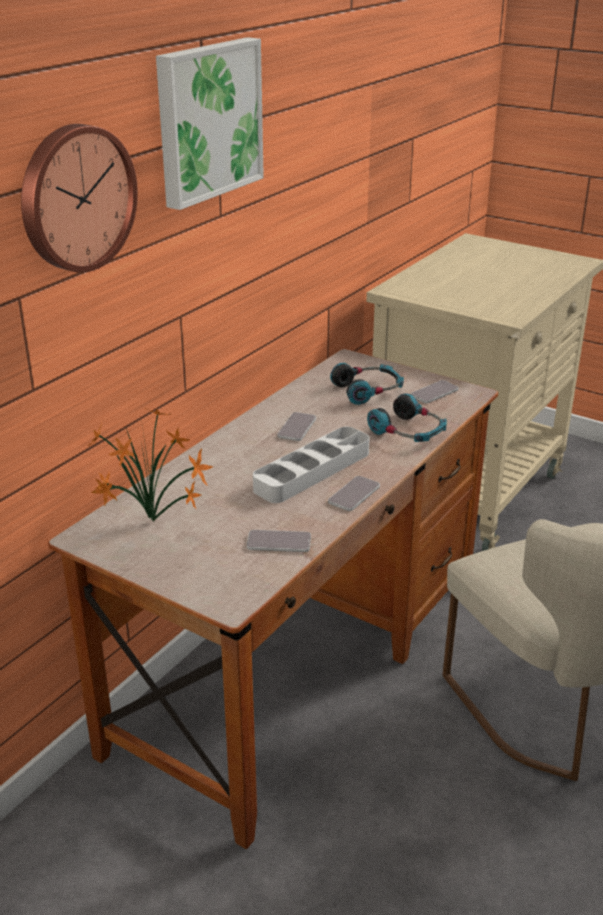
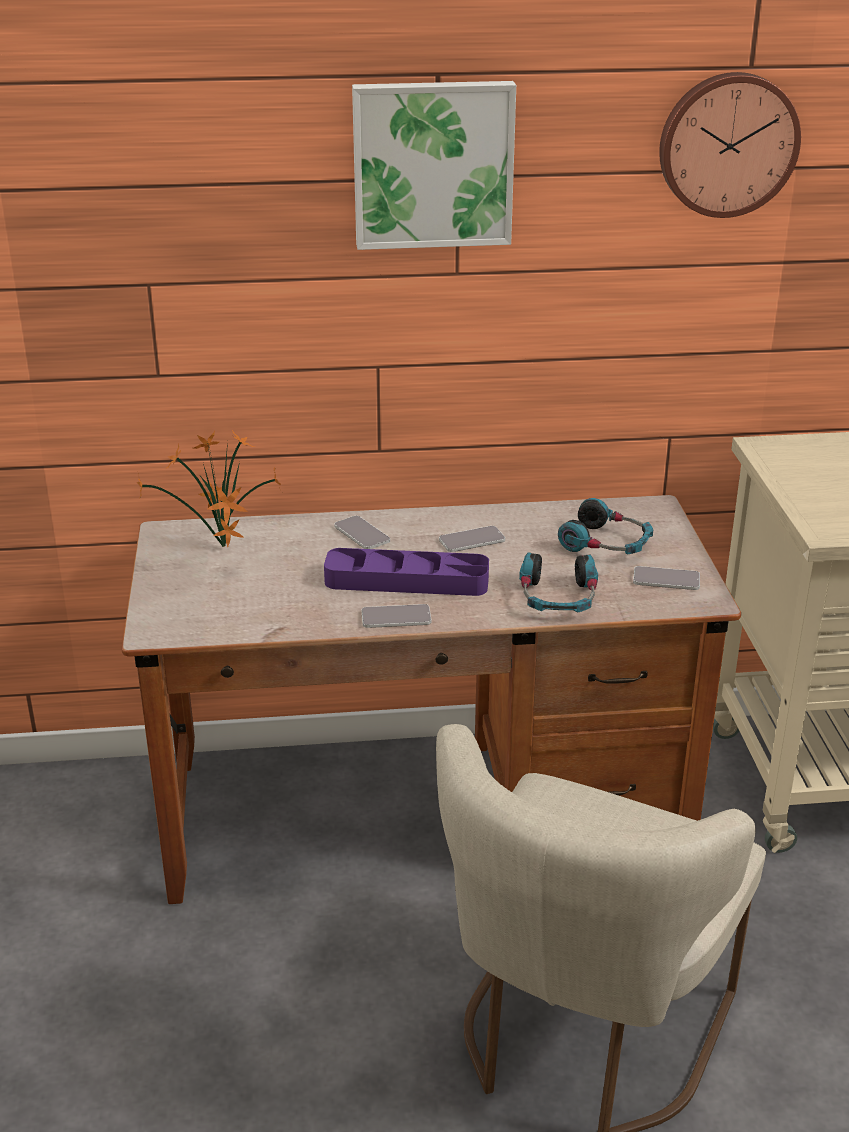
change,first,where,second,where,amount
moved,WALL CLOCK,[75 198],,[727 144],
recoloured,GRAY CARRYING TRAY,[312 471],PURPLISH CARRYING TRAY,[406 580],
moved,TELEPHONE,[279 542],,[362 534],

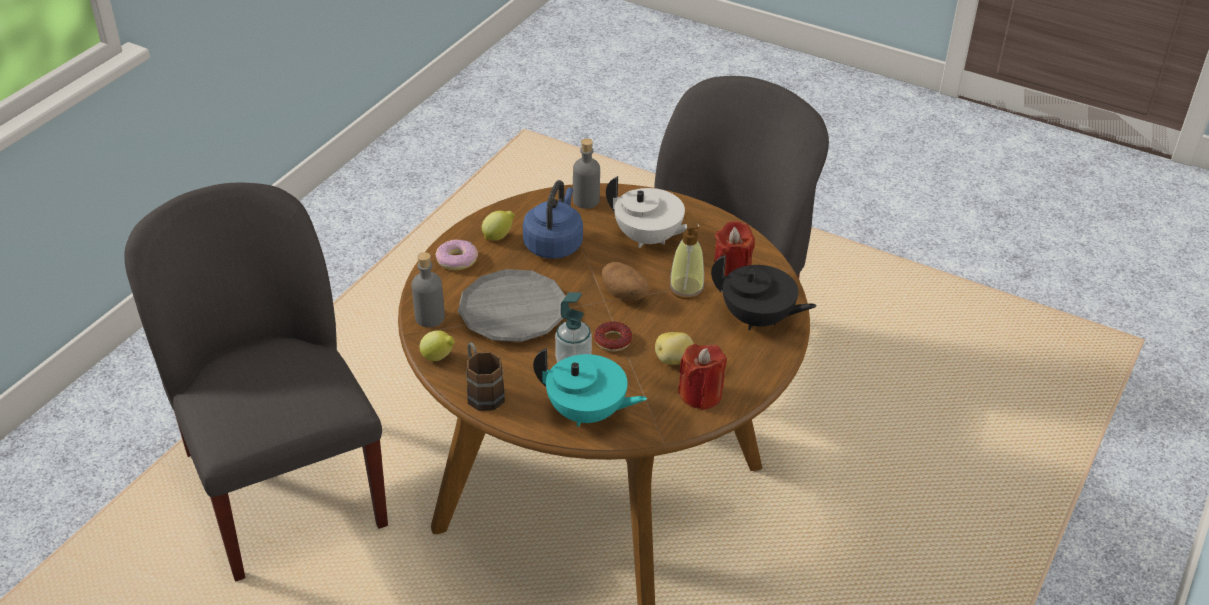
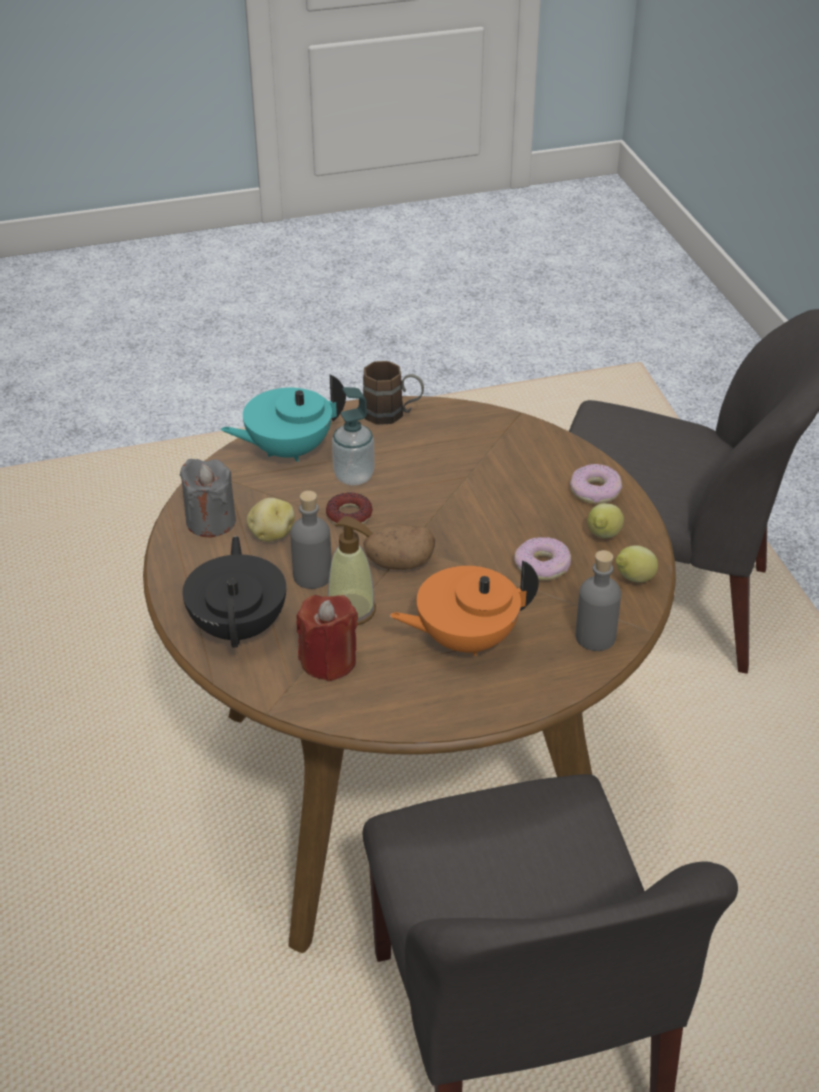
change,first,where,second,where,amount
recoloured,WHITE-COLOURED TEA POT,[649 239],ORANGE-COLOURED TEA POT,[465 639],
replaced,BLUISH TEA KETTLE,[554 244],DONUT,[542 566],
moved,GRAY BEVERAGE BOTTLE,[429 317],,[312 576],
turned,BLACK-COLOURED TEA POT,[757 319],,[239 626],105 degrees clockwise
removed,GRAY DINNER PLATE,[513 312],,,
moved,WHOLE LEMON,[438 358],,[633 580],
recoloured,RED CANDLE,[700 394],GRAY CANDLE,[211 521],

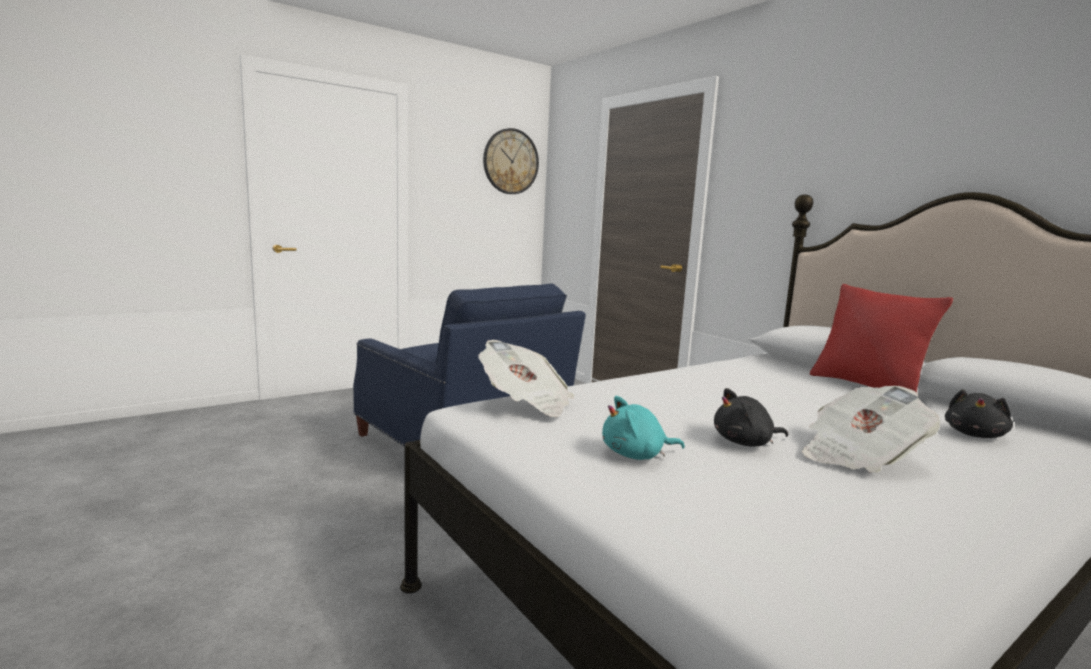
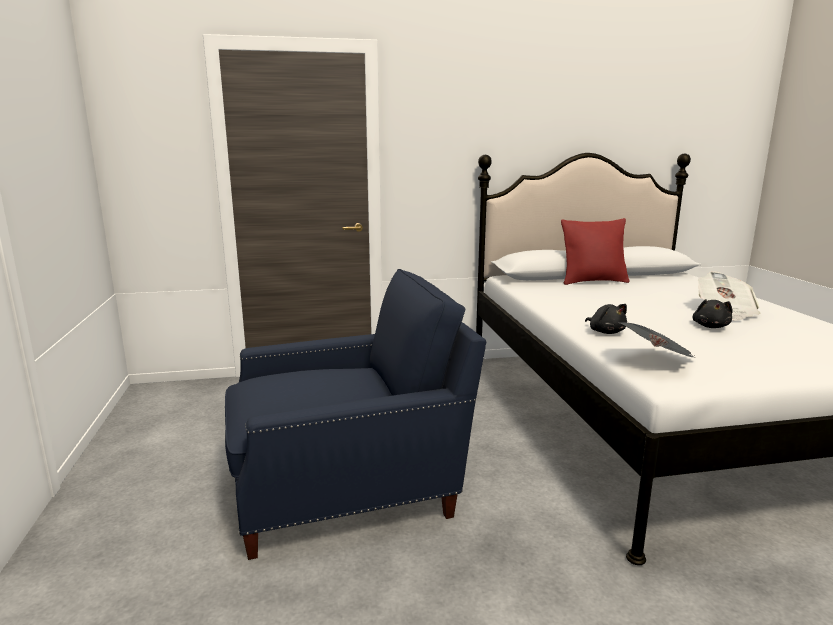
change,first,where,second,where,amount
removed,WALL CLOCK,[510 161],,,
moved,BLACK-COLOURED CUDDLY TOY,[975 435],,[606 332],
removed,BLUE-GREEN CUDDLY TOY,[636 455],,,

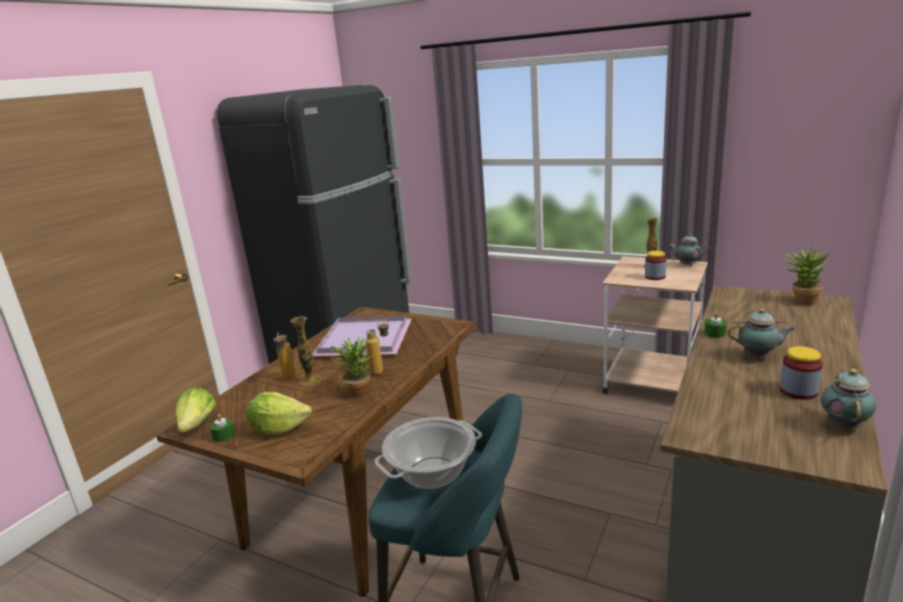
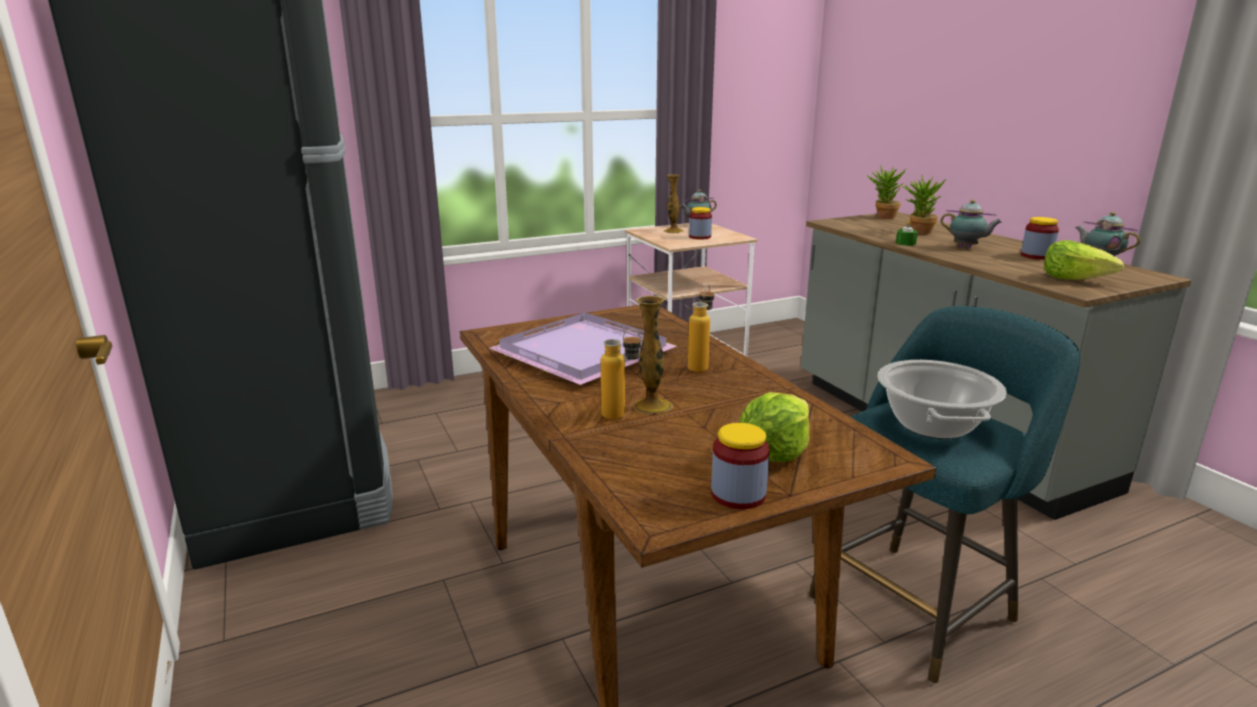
change,first,where,second,where,amount
turned,TEA POT,[758 357],,[967 247],75 degrees clockwise
moved,HOUSEPLANT,[358 390],,[917 232],
moved,LETTUCE,[198 425],,[1075 279],
replaced,GREEN CANDLE,[224 435],PRESERVE JAR,[738 494],

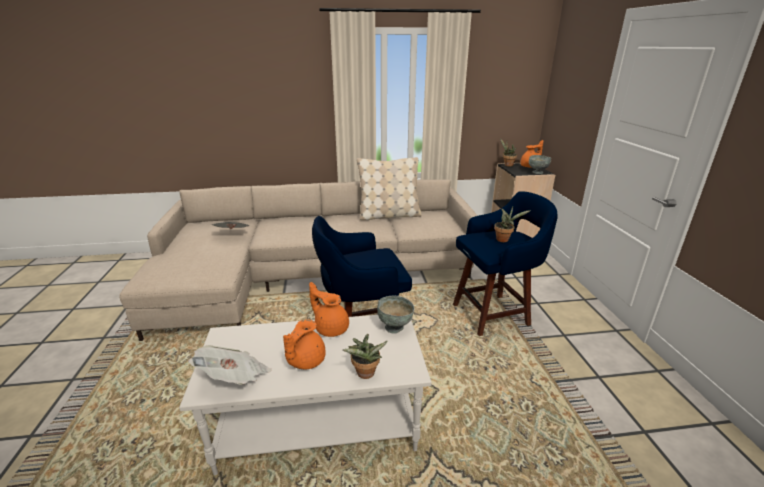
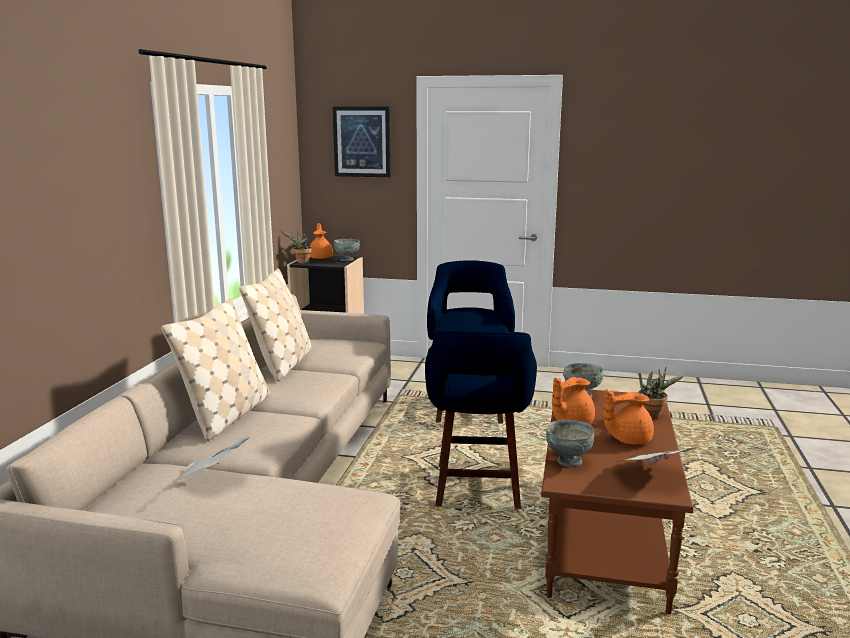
change,first,where,second,where,amount
removed,HOUSEPLANT,[504 239],,,
recoloured,WHITE-COLOURED LOUNGE TABLE,[319 422],BROWN LOUNGE TABLE,[603 536],
turned,ORANGE-COLOURED TEA POT,[305 361],,[627 439],120 degrees clockwise
added,,,WALL ART,[362 141],
added,,,BEIGE THROW PILLOW,[227 416],
added,,,GRAY BOWL,[568 461],

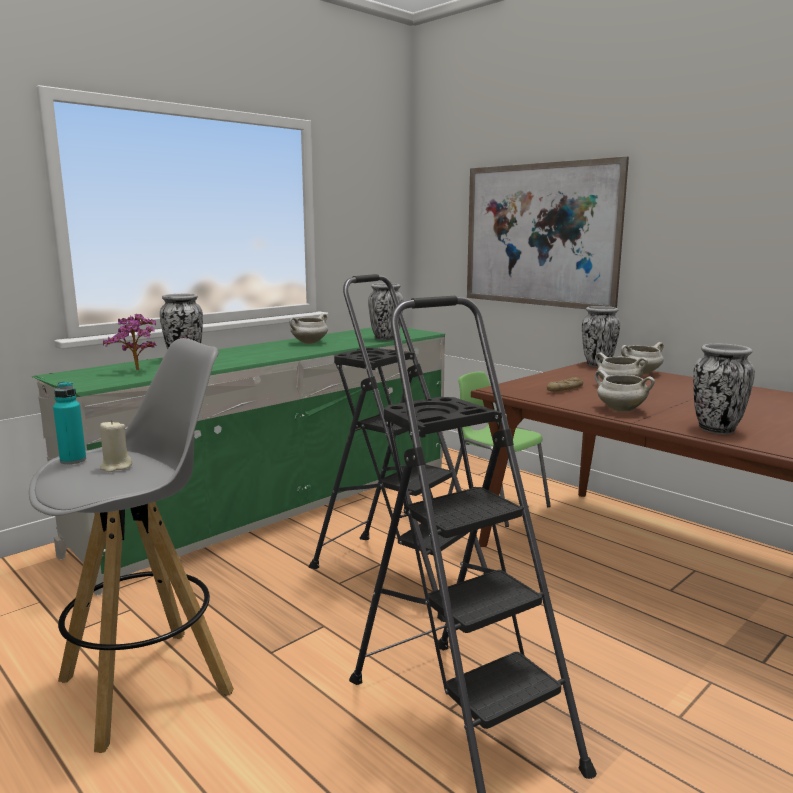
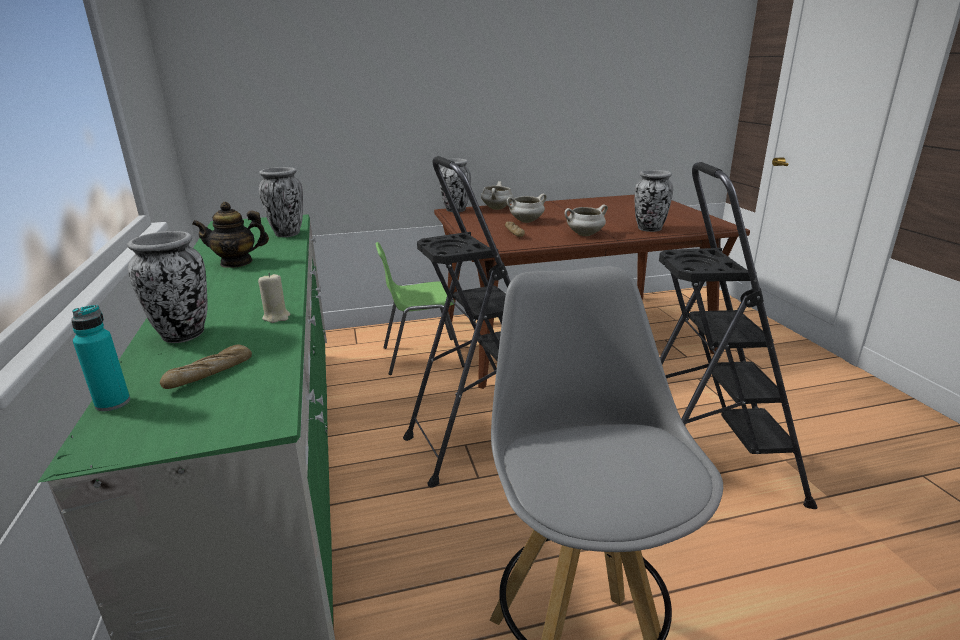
change,first,where,second,where,amount
removed,WALL ART,[539 235],,,
replaced,WHITE-COLOURED STOCKPOT,[309 343],TEA POT,[236 262],
replaced,HOUSEPLANT,[138 370],BAKERY BREAD,[210 374],
moved,BLUE-GREEN BEVERAGE BOTTLE,[73 460],,[113 403],
moved,BEIGE CANDLE,[116 467],,[276 317],

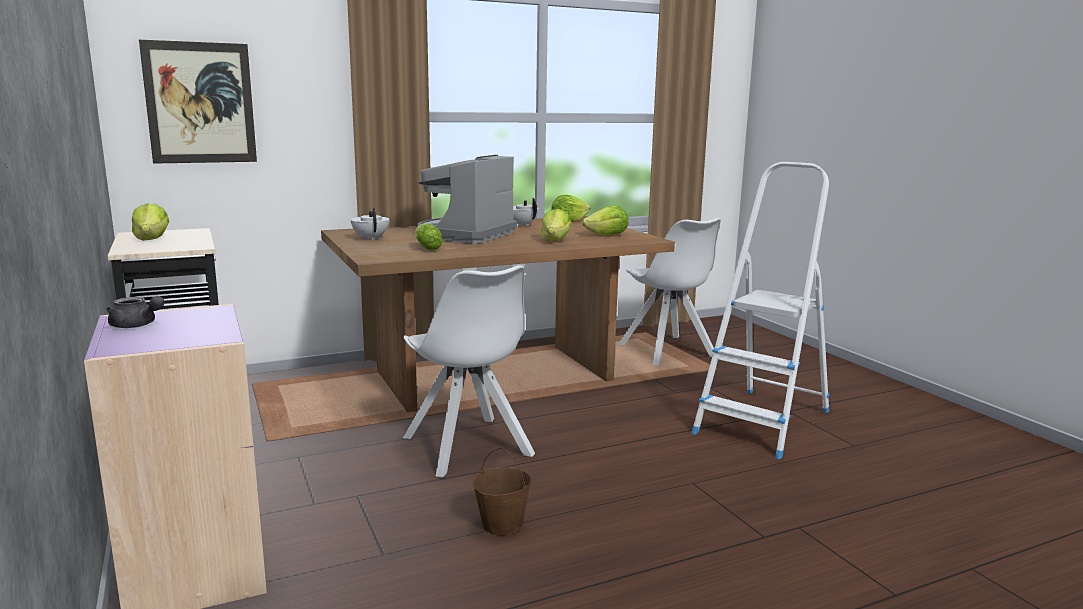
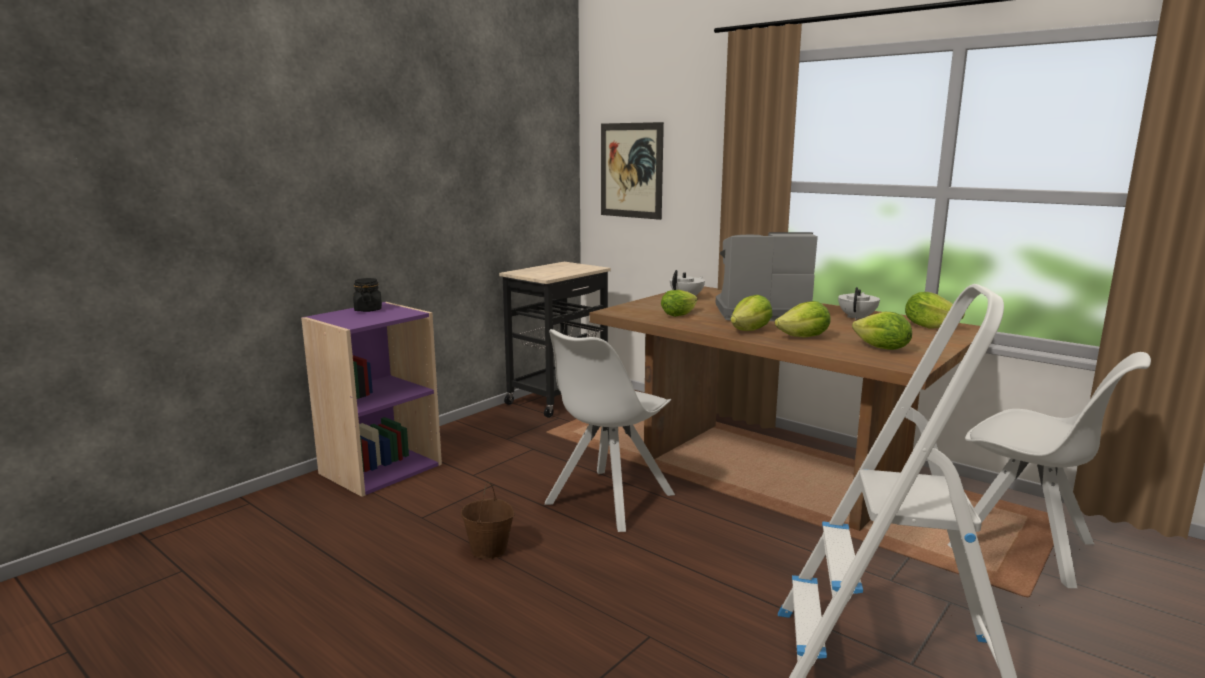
change,first,where,second,where,amount
moved,LETTUCE,[152 239],,[750 330],
turned,WHITE-COLOURED PLAIN CHAIR,[667 351],,[1024 547],90 degrees counterclockwise
replaced,GRAY TEA POT,[136 325],BLACK-COLOURED PRESERVE JAR,[368 310],

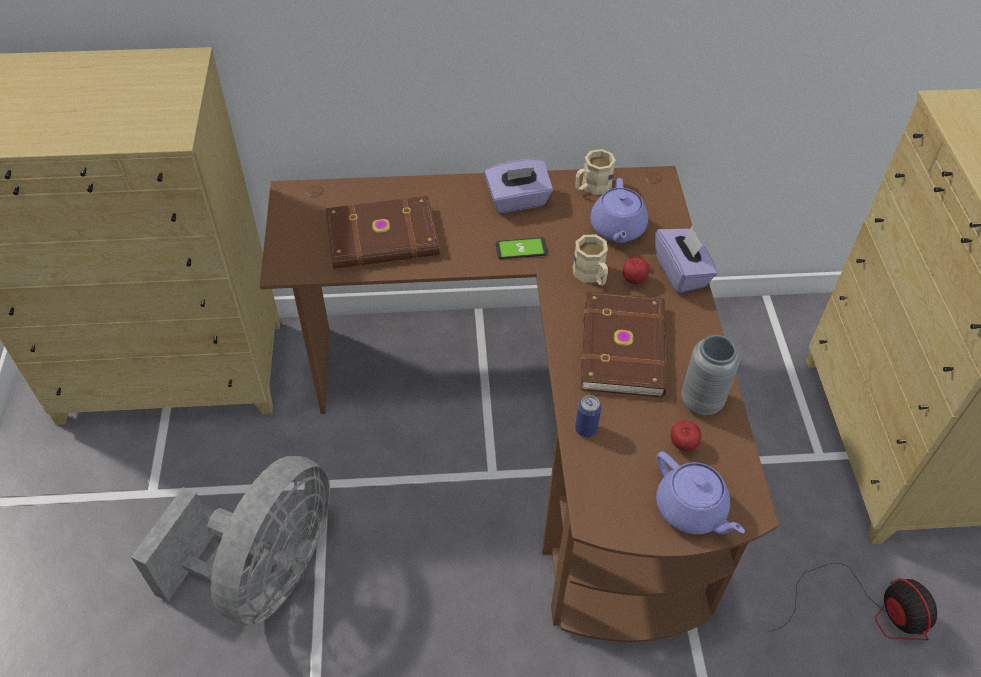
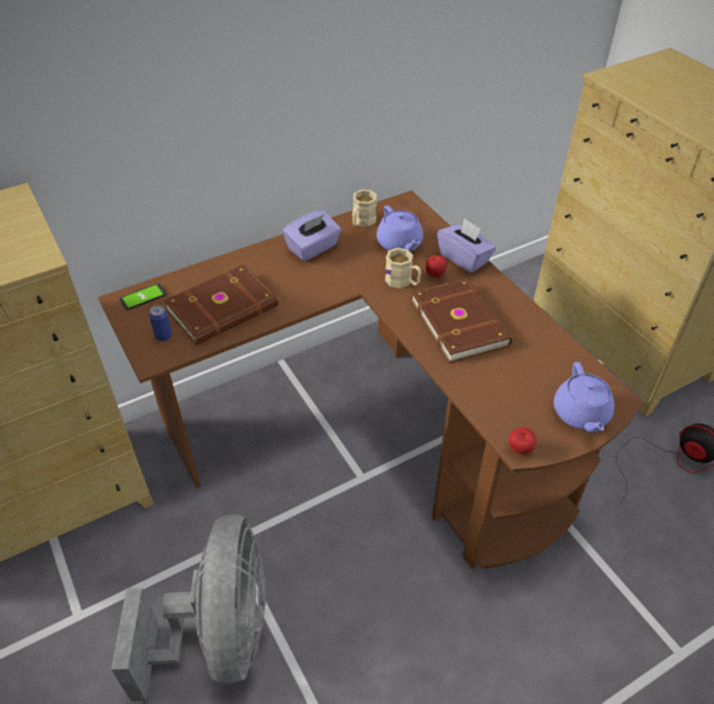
change,first,where,second,where,amount
moved,TELEPHONE,[521 249],,[143 297],
removed,GRAY FLOWER VASE,[701 401],,,
moved,CAN,[586 429],,[164 336],
moved,APPLE FRUIT,[682 445],,[519 450],
turned,PURPLISH TEA POT,[691 510],,[581 414],60 degrees clockwise

